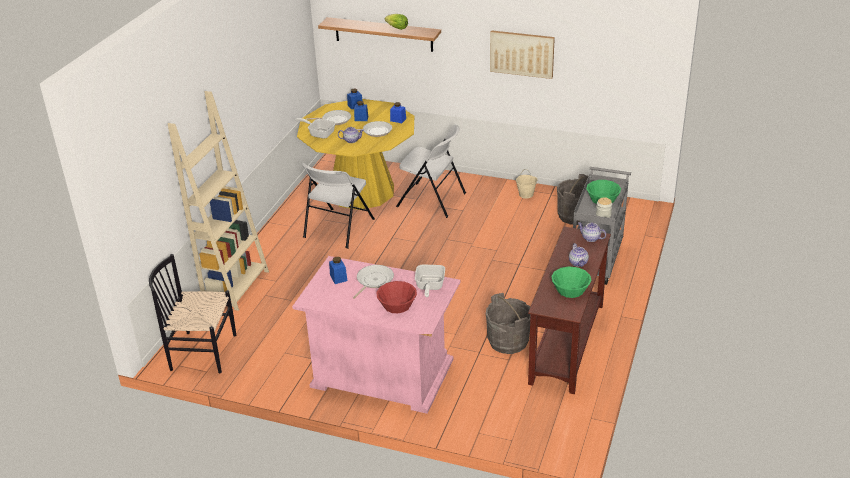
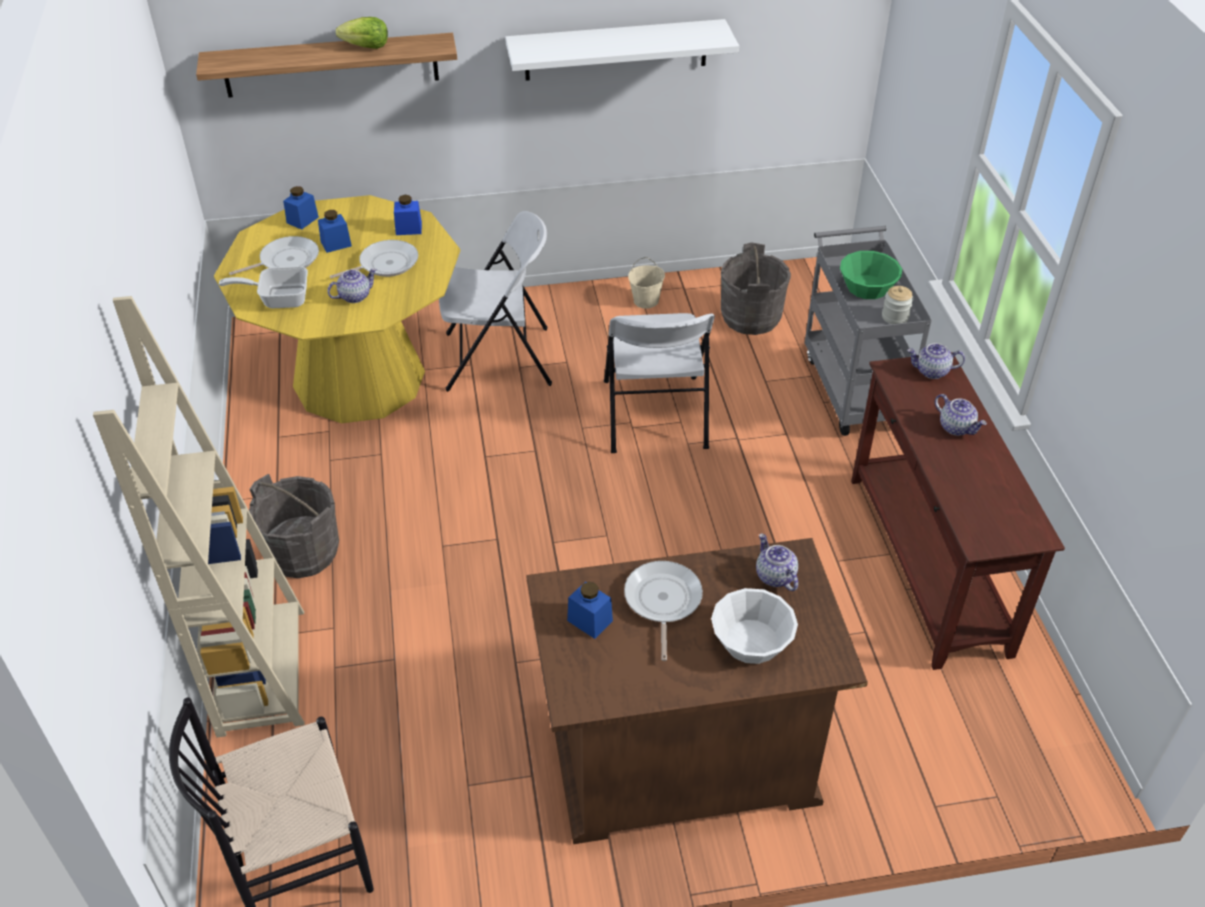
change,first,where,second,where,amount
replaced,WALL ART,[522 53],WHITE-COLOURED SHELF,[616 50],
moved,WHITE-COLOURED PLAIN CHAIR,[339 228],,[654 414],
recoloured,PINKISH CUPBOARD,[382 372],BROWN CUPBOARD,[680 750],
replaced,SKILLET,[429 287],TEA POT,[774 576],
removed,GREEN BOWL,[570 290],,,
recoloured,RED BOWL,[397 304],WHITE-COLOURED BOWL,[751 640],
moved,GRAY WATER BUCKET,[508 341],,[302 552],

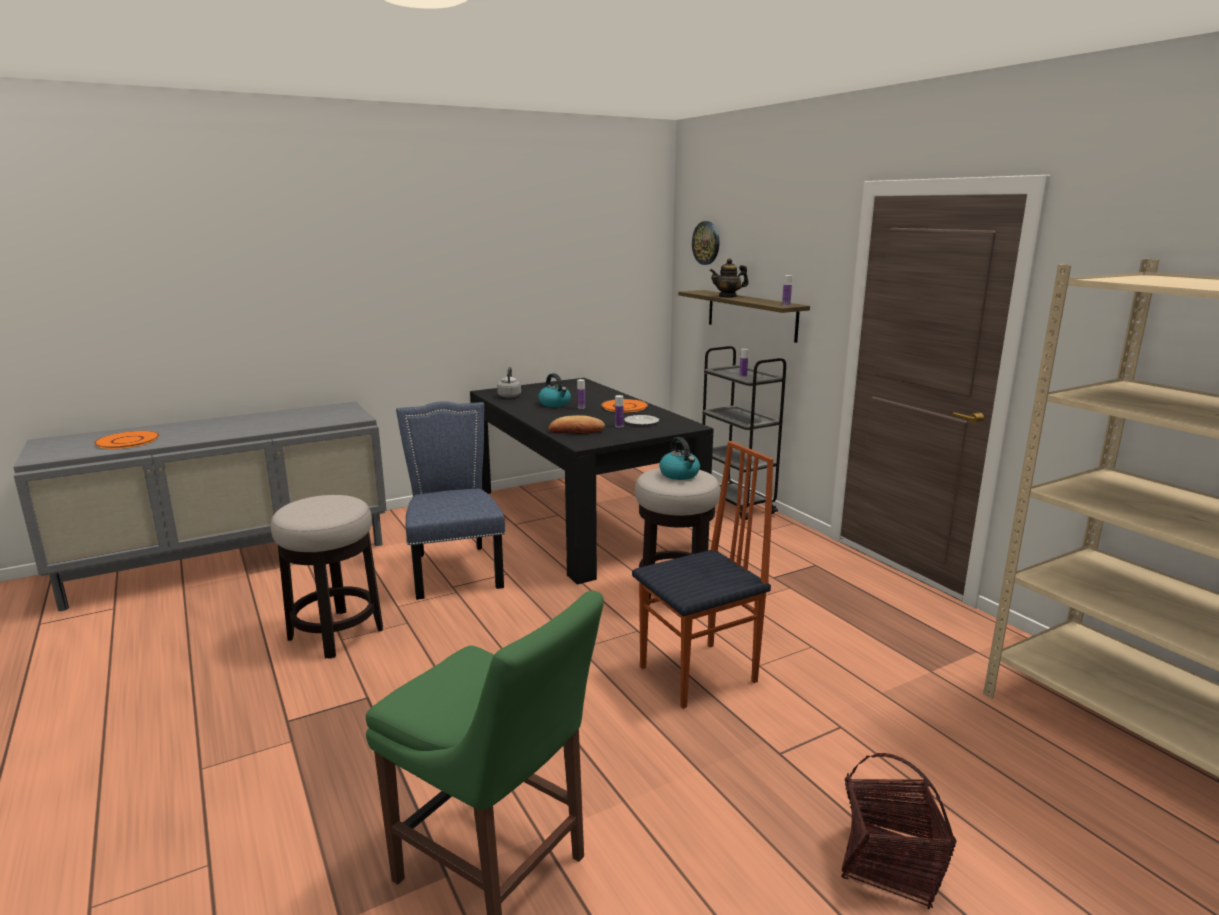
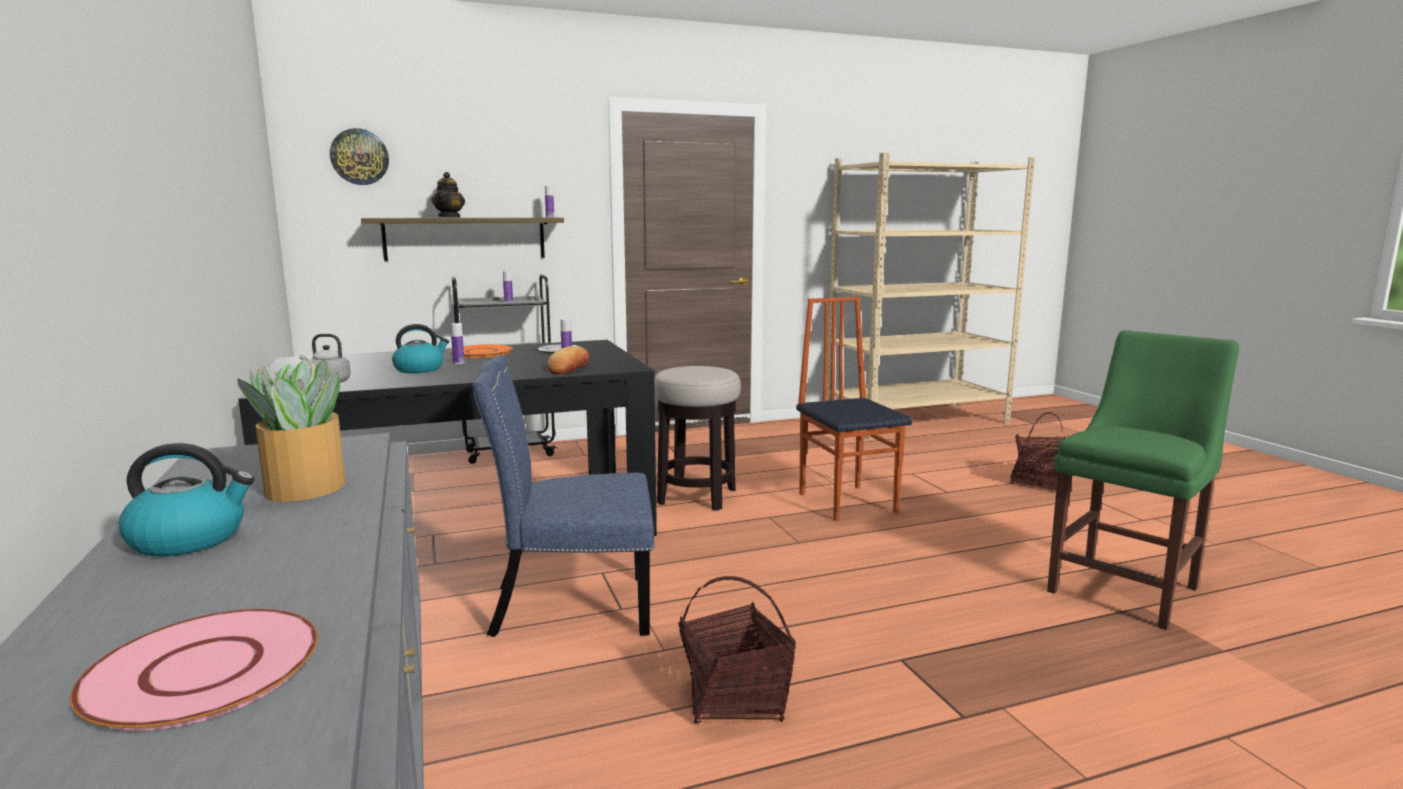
change,first,where,second,where,amount
recoloured,ORANGE-COLOURED DINNER PLATE,[128 441],PINKISH DINNER PLATE,[205 669],
moved,TEA KETTLE,[680 475],,[190 539],
replaced,STOOL,[336 634],HOUSEHOLD BASKET,[735 698],
added,,,HOUSEPLANT,[303 488],

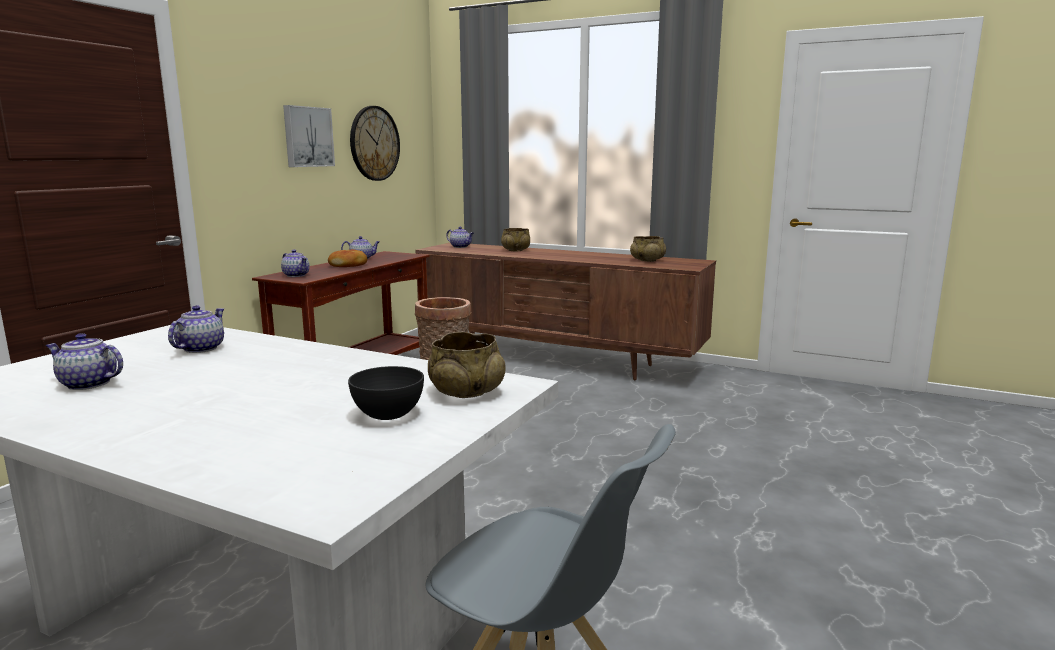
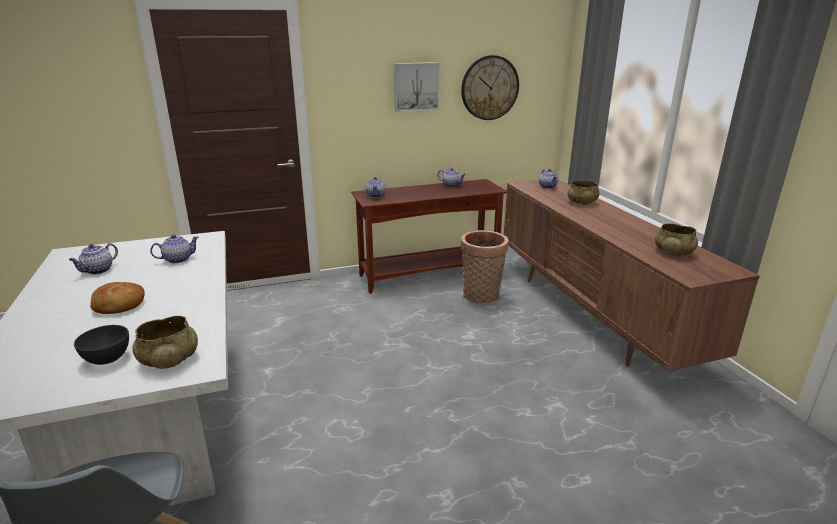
change,first,where,second,where,amount
moved,BAKERY BREAD,[349 265],,[119 305],
turned,TEA POT,[87 384],,[97 270],120 degrees counterclockwise

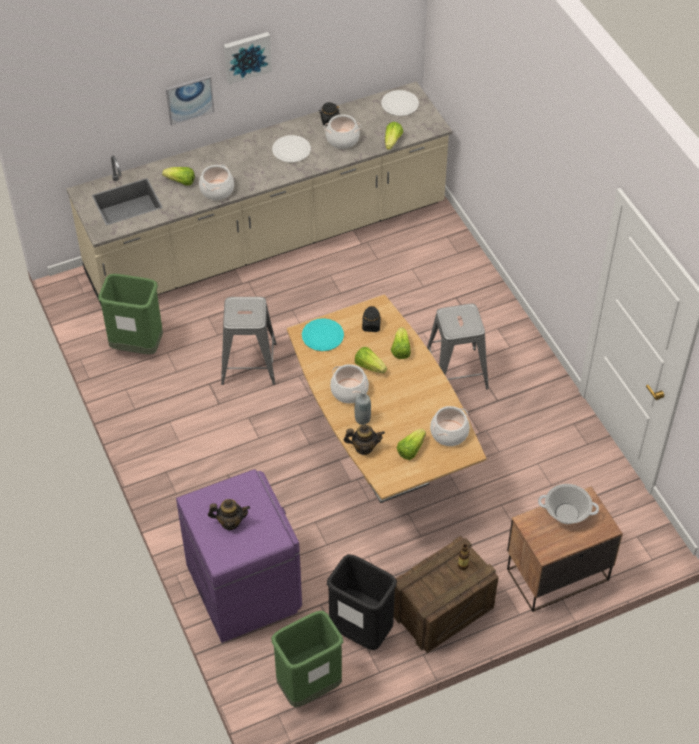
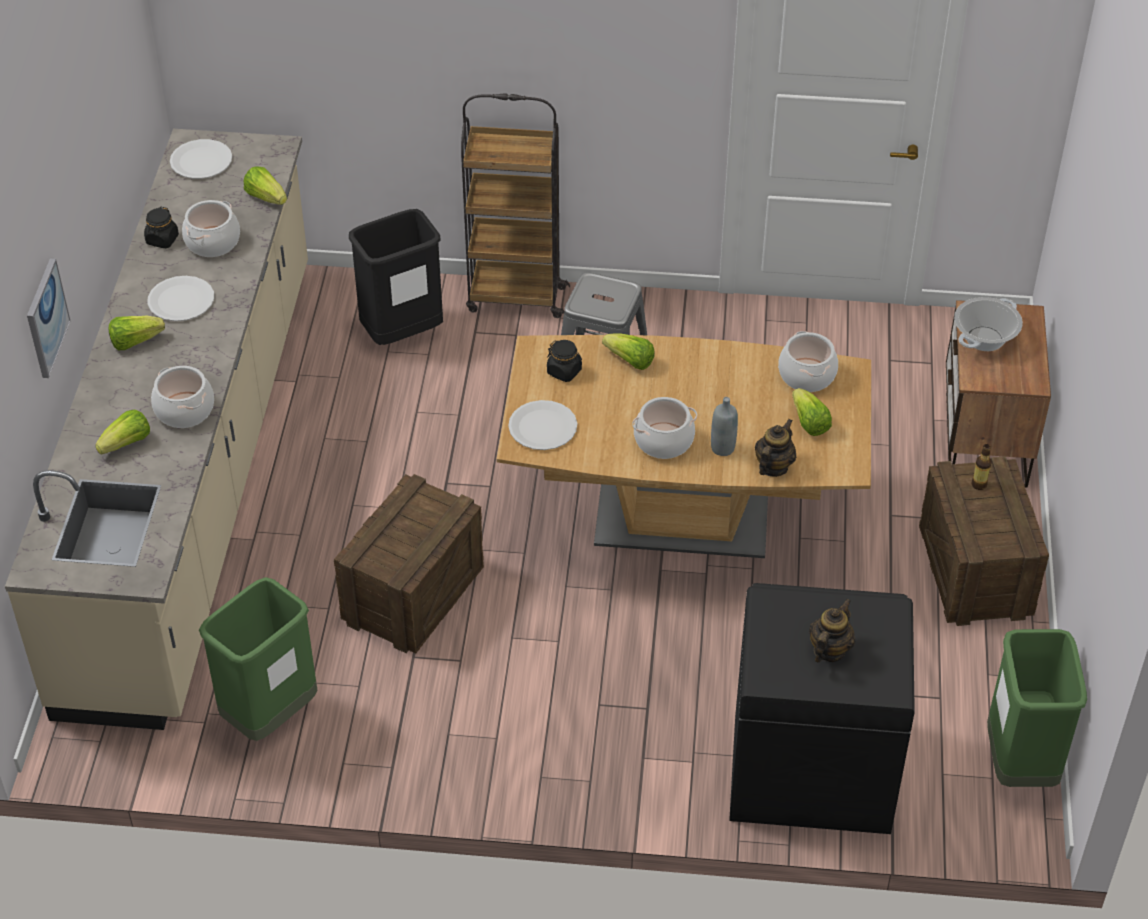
change,first,where,second,where,amount
removed,WALL ART,[247 56],,,
replaced,GRAY STOOL,[249 363],SHIPPING CRATE,[413 594],
recoloured,BLUE-GREEN DINNER PLATE,[322 336],WHITE-COLOURED DINNER PLATE,[543 427],
moved,LETTUCE,[369 366],,[135 341],
recoloured,PURPLISH WASHING MACHINE,[245 586],BLACK-COLOURED WASHING MACHINE,[809 765],
moved,BLACK-COLOURED TRASH CAN,[360 631],,[402 334],
added,,,BROWN CART,[515 299],

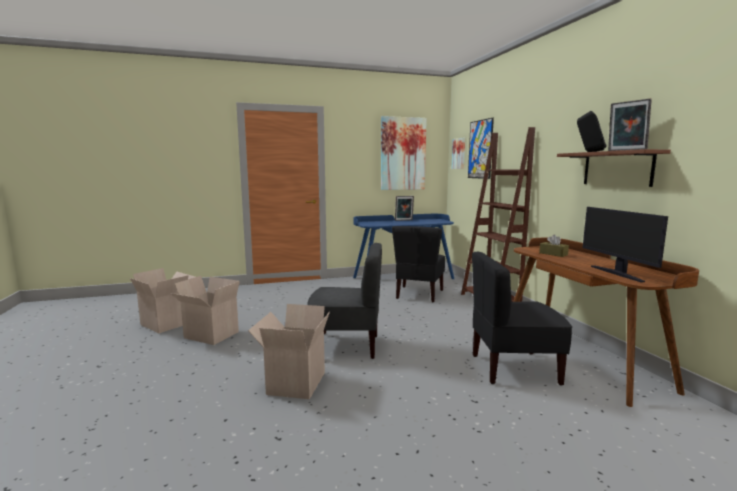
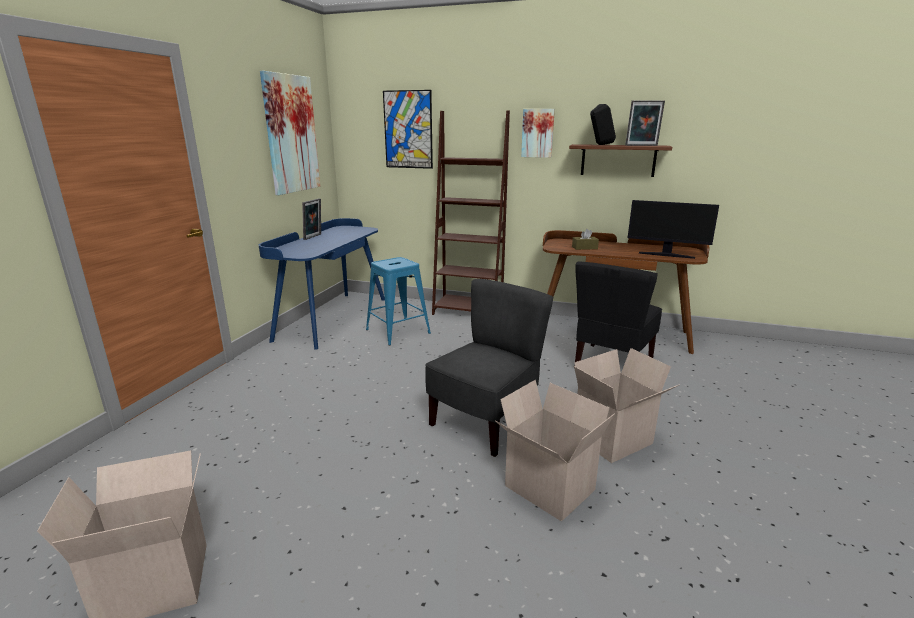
change,first,where,second,where,amount
moved,WALL ART,[459 153],,[538 133],
replaced,BLACK-COLOURED PLAIN CHAIR,[418 294],BLUISH STOOL,[398 331],
moved,PACKING BOX,[210 335],,[613 441],

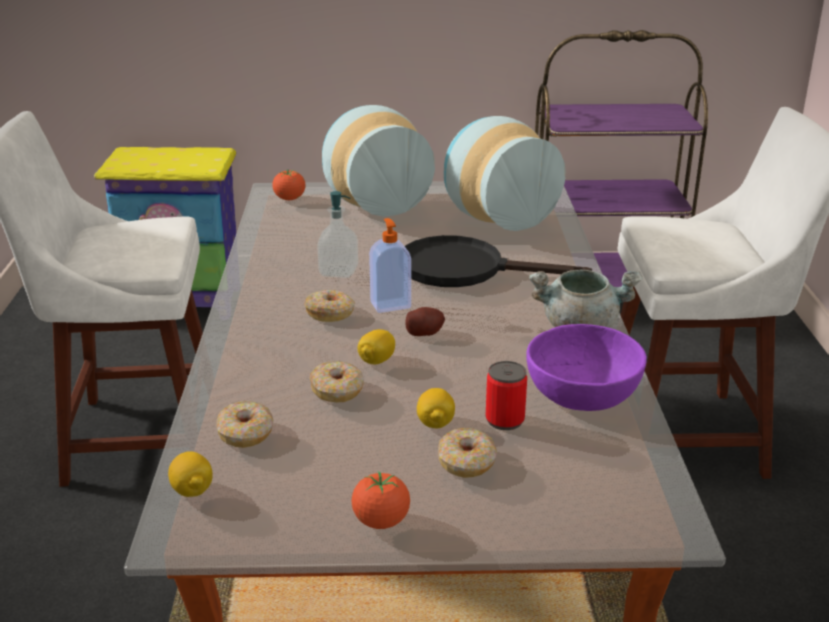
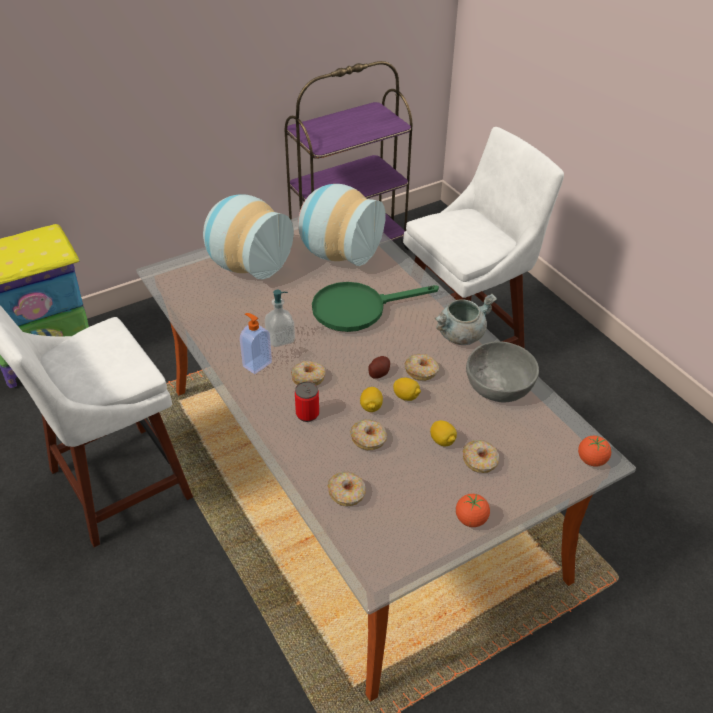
change,first,where,second,where,amount
moved,WHOLE TOMATO,[289 199],,[591 460],
moved,LIQUID SOAP BOTTLE,[390 304],,[256 364],
recoloured,BLACK-COLOURED SKILLET,[466 269],GREEN SKILLET,[358 308],
recoloured,PURPLISH BOWL,[582 393],GRAY BOWL,[499 386],
moved,CAN,[504 420],,[307 414],
moved,WHOLE LEMON,[192 490],,[406 396],
added,,,DONUT,[421 371],

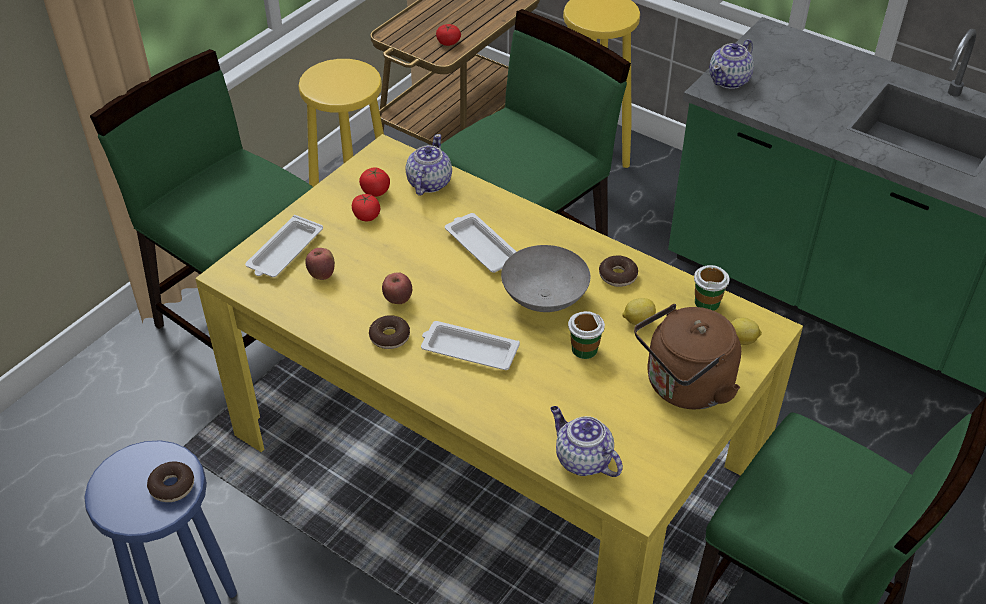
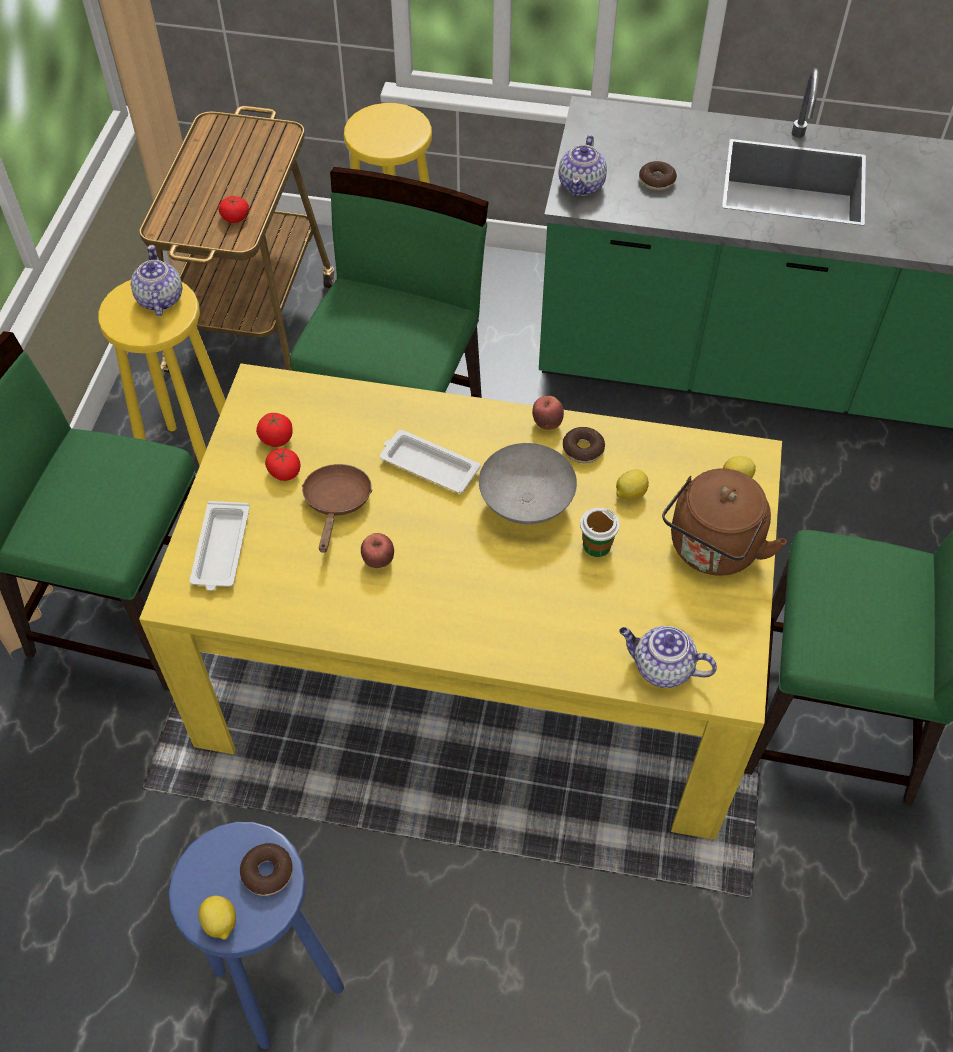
change,first,where,second,where,amount
moved,TEA POT,[428 183],,[159 300],
moved,APPLE FRUIT,[322 275],,[547 423],
removed,DRINKING CUP,[707 302],,,
moved,DONUT,[389 337],,[656 181],
removed,WHITE-COLOURED CARRYING TRAY,[468 350],,,
added,,,BROWN SKILLET,[337 503],
added,,,WHOLE LEMON,[220 923],

